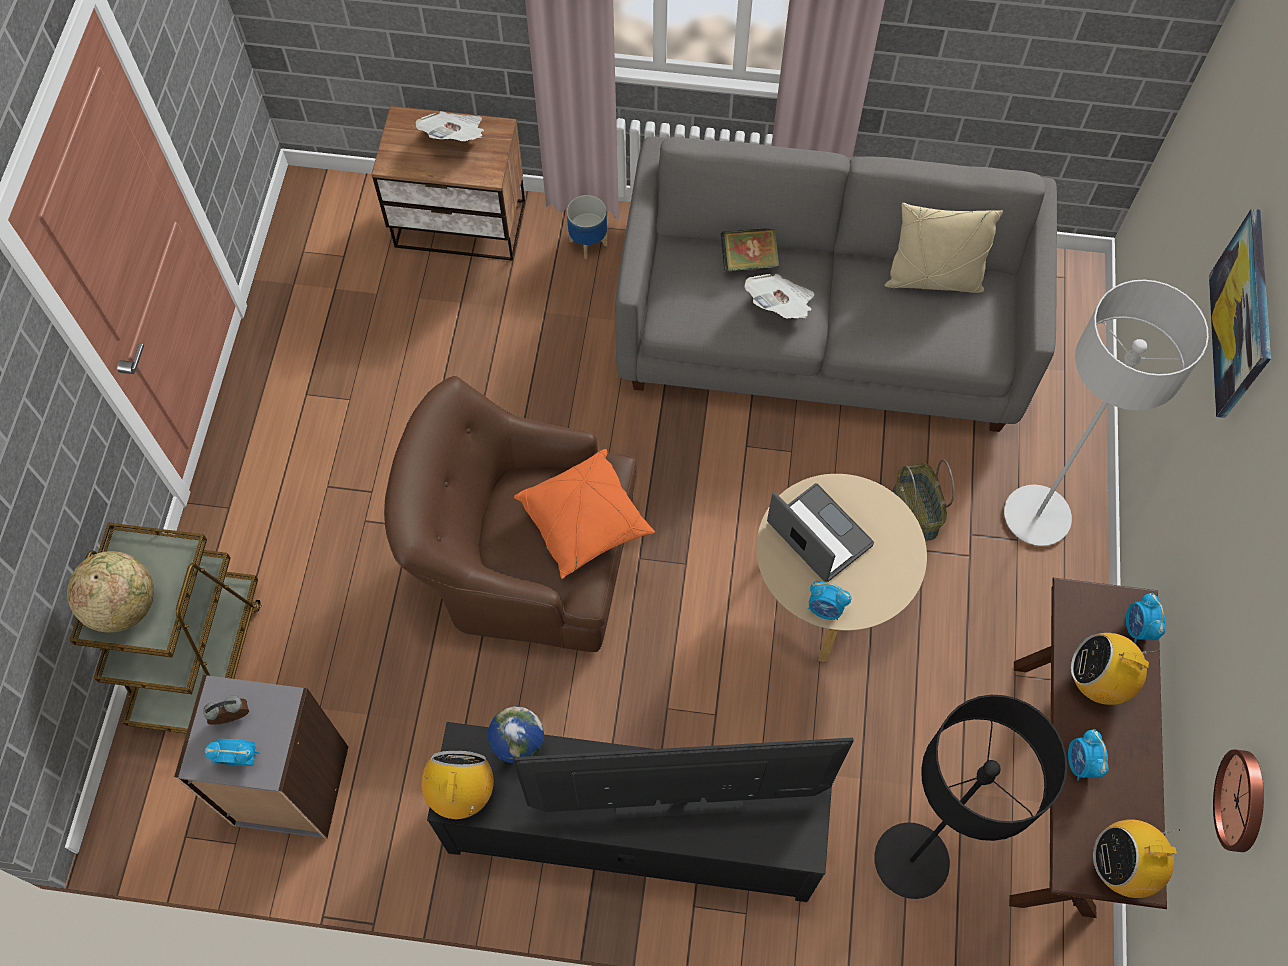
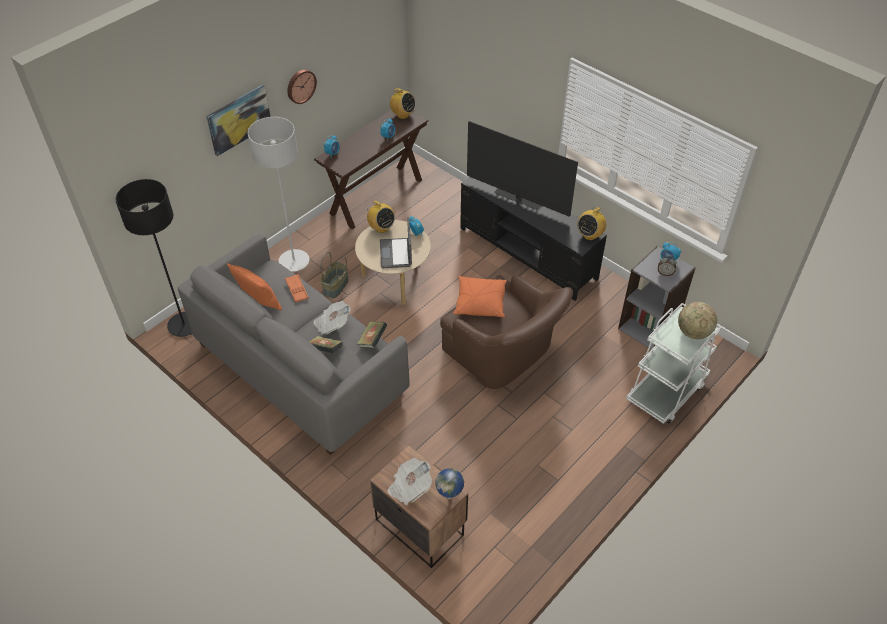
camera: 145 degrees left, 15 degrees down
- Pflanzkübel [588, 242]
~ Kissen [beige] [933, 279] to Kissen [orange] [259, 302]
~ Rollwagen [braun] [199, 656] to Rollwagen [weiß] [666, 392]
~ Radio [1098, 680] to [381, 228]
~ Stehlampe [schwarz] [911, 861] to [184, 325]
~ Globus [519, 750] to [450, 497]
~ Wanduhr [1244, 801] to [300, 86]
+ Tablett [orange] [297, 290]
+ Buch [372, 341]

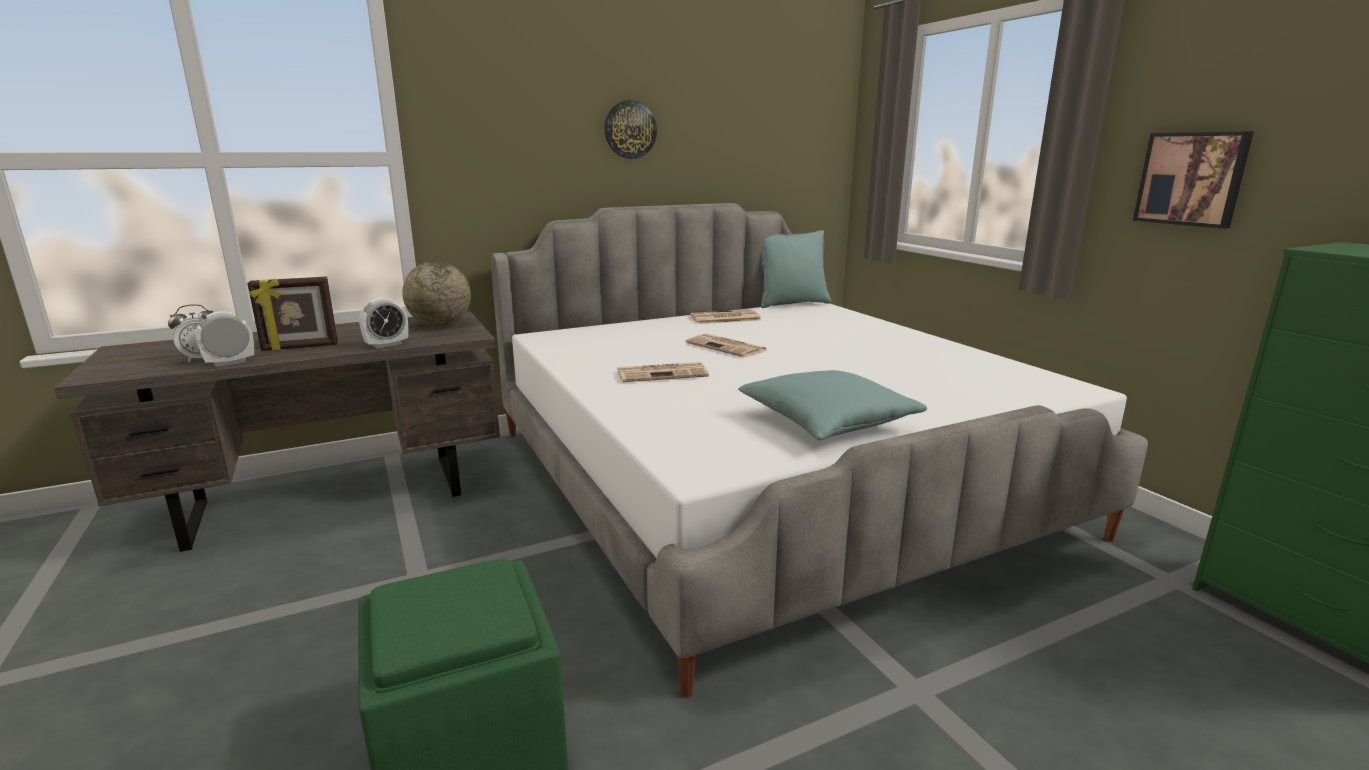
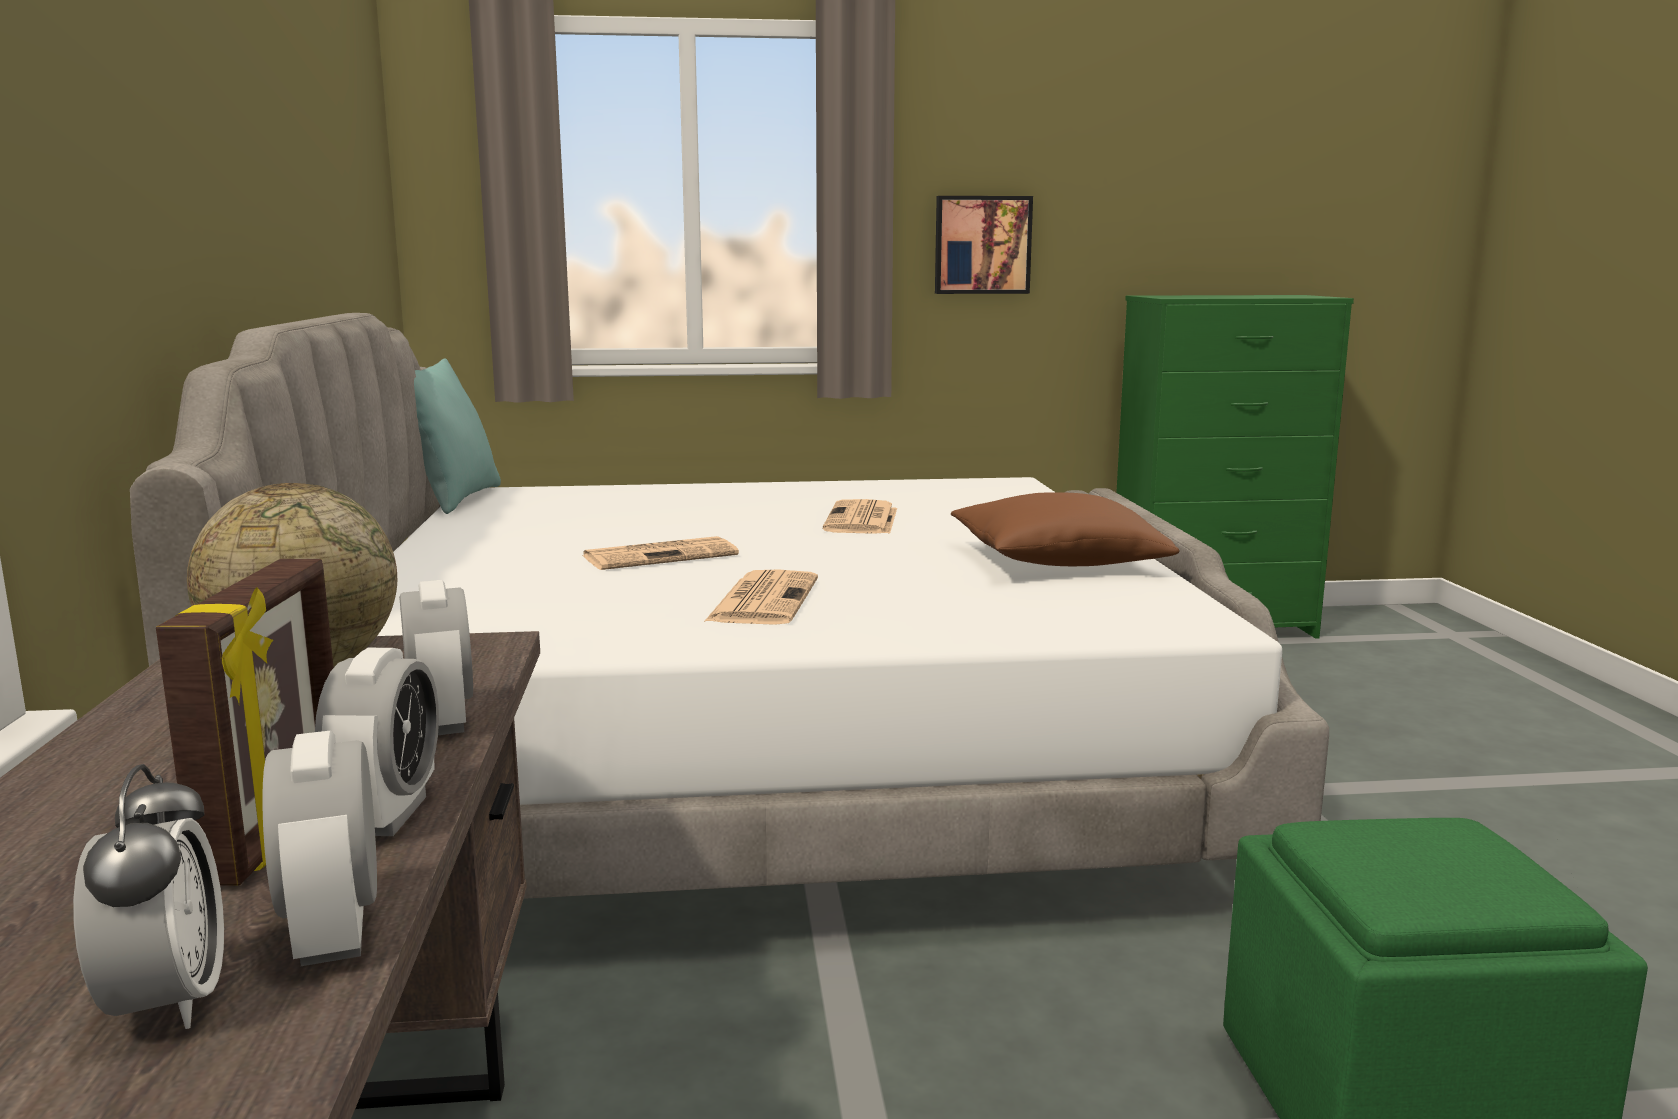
camera: 70 degrees left, 5 degrees down
- Wanduhr [630, 129]
~ Zeitung [724, 318] to [862, 520]
~ Kissen [türkis] [827, 422] to Kissen [braun] [1056, 561]
+ Wecker [387, 815]

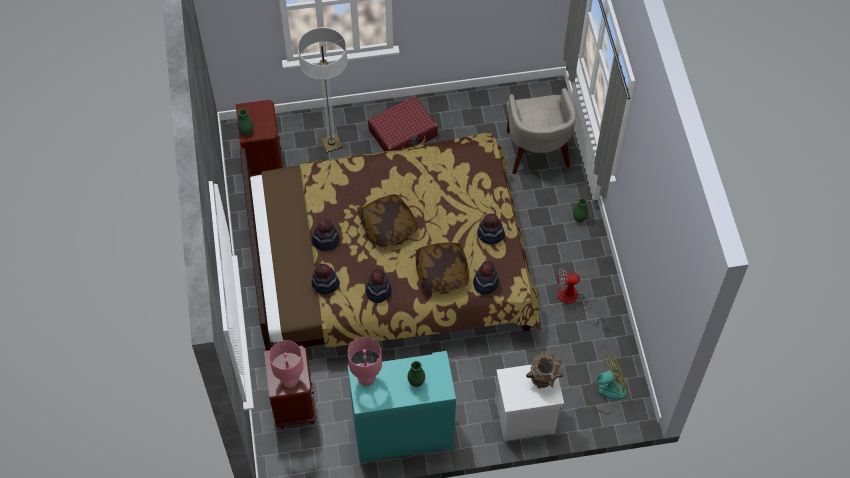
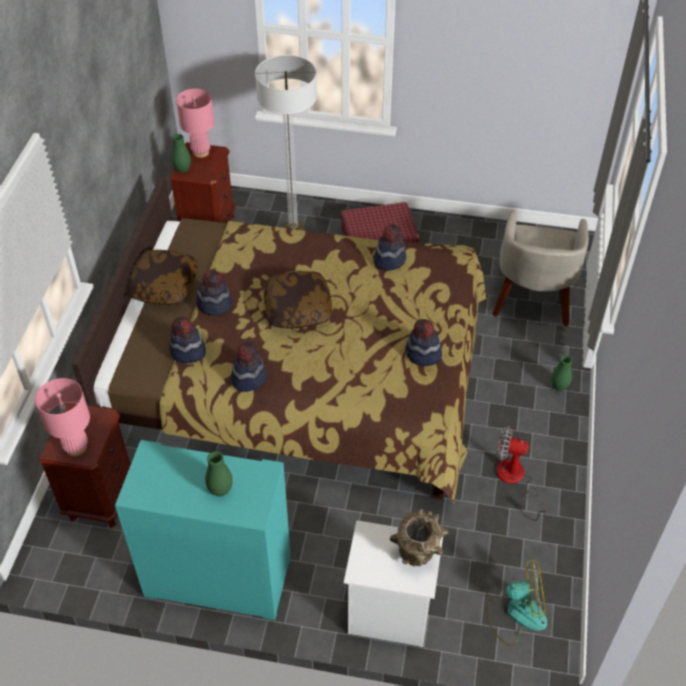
camera: 20 degrees right, 10 degrees down
~ Kissen [441, 272] to [163, 286]
~ Hut [485, 283] to [389, 259]
~ Tischlampe [rosa] [366, 379] to [200, 152]

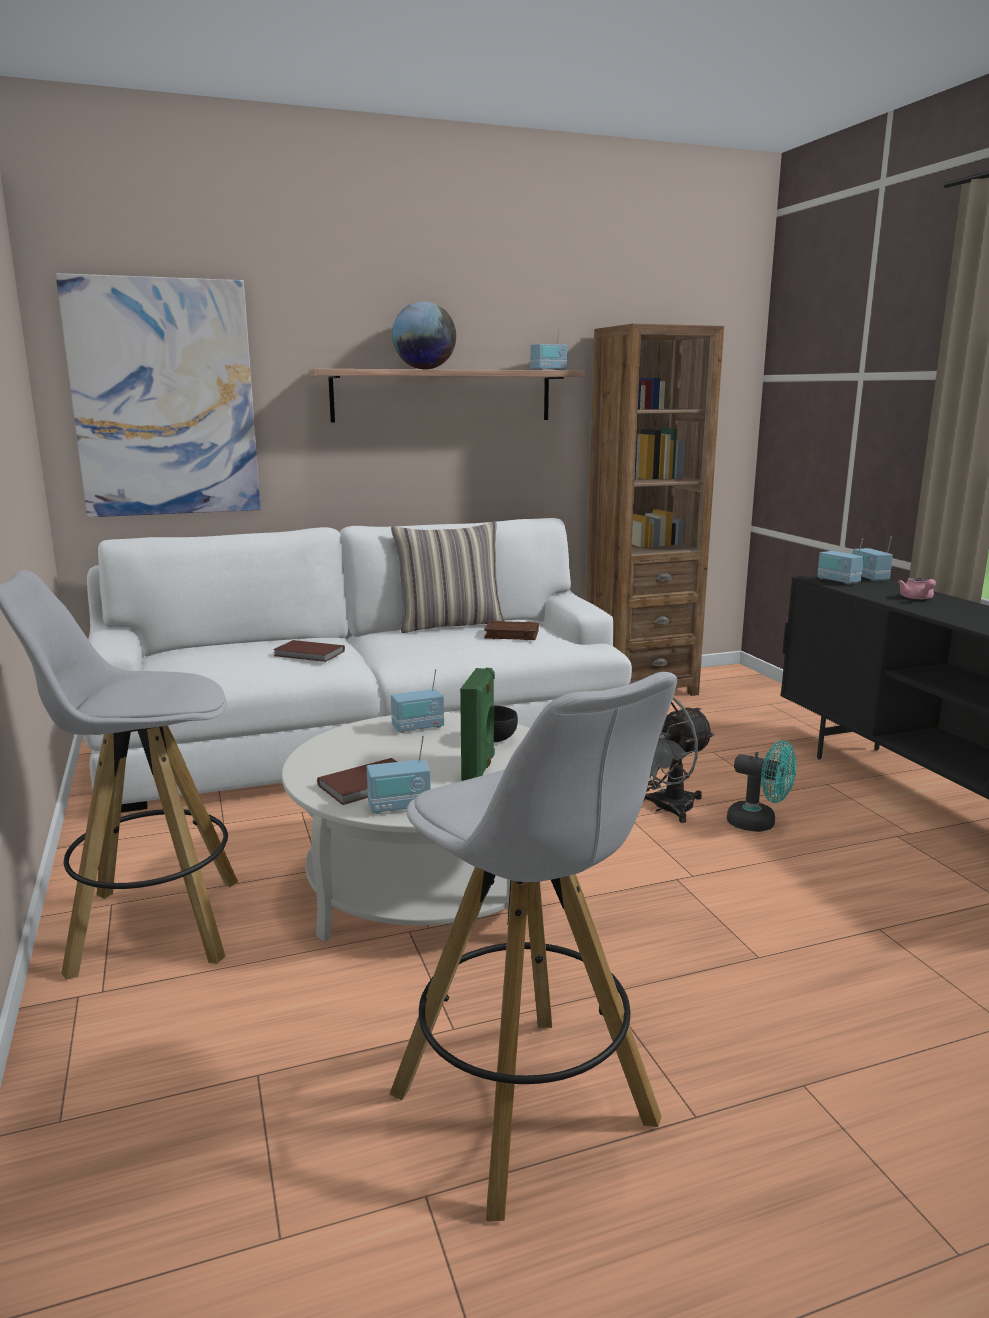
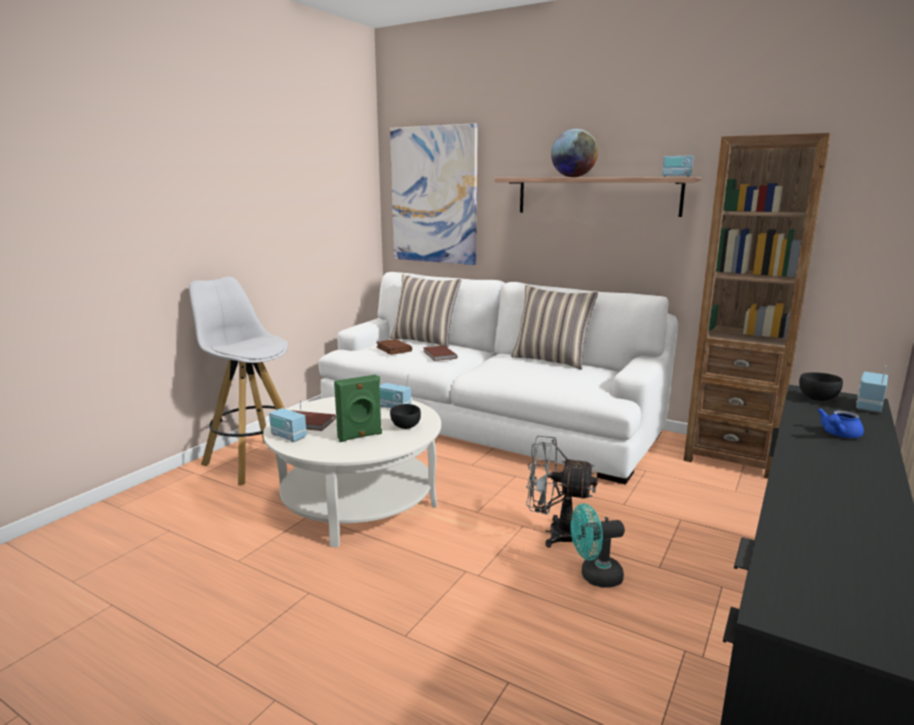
camera: 50 degrees right, 0 degrees up
~ Radio [838, 581] to Schüssel [schwarz] [818, 399]
~ Teekanne [rosa] [917, 598] to Teekanne [blau] [838, 434]
~ Buch [braun] [511, 635] to [393, 349]
- Hocker [weiß] [526, 1111]
~ Ventilator [türkis] [759, 824] = [594, 576] 90 degrees clockwise
+ Kissen [425, 340]

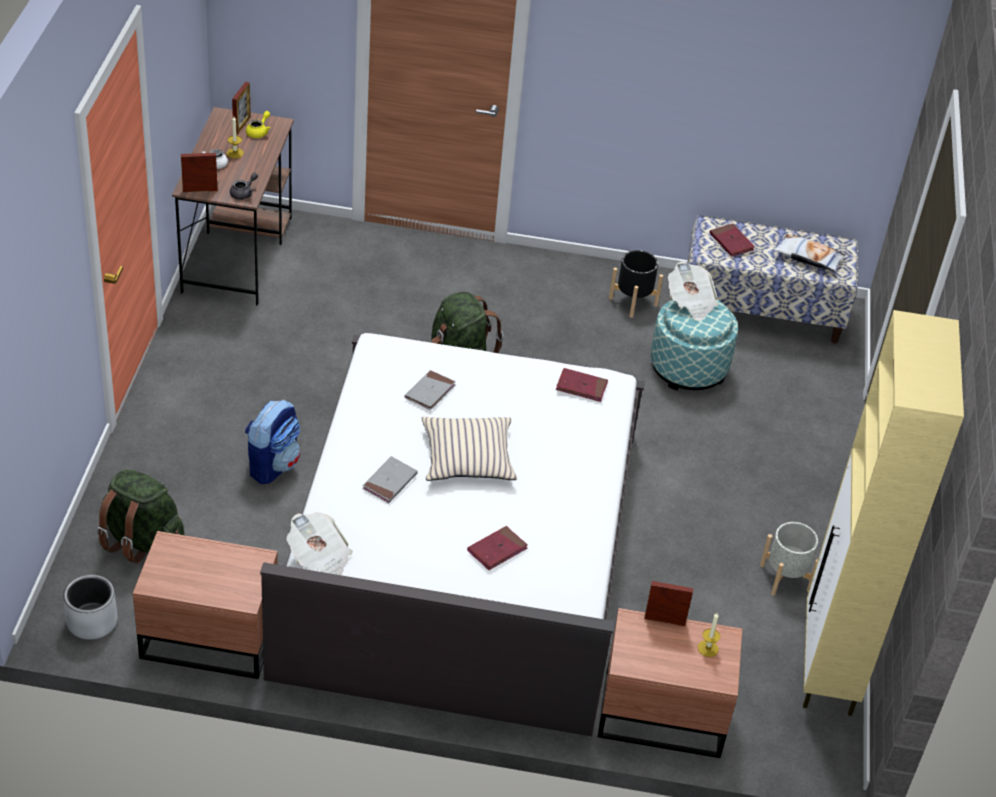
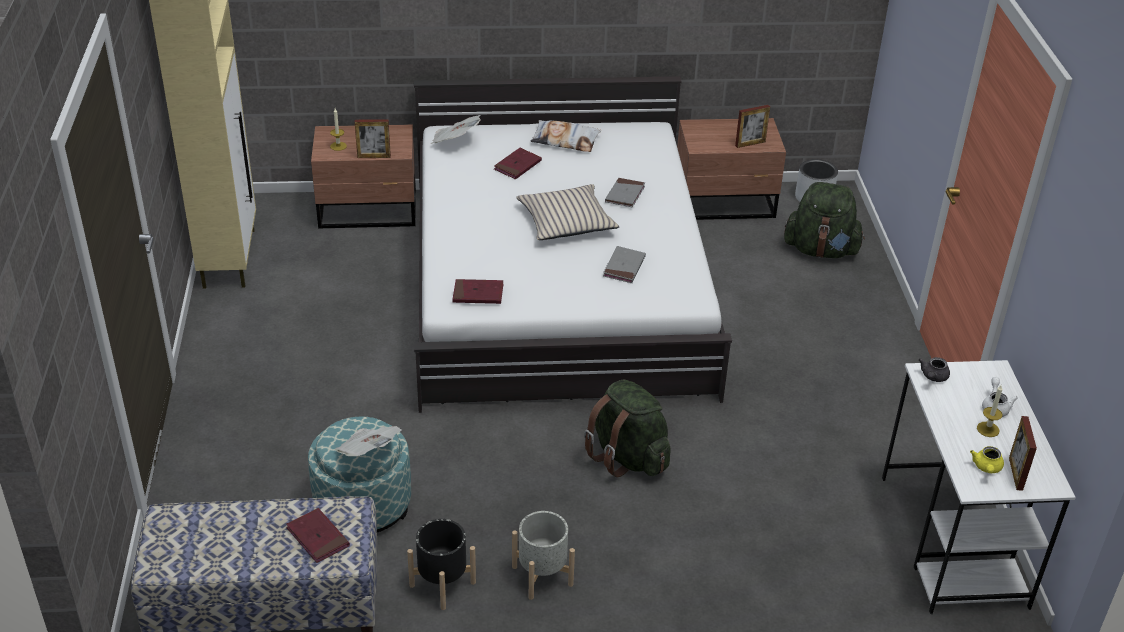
camera: 170 degrees right, 5 degrees down
~ Schreibtisch [braun] [238, 253] to Schreibtisch [weiß] [953, 541]
~ Bilderrahmen [200, 190] to [750, 144]
~ Kissen [808, 257] to [565, 140]
- Rucksack [273, 464]
~ Zeitung [319, 558] to [455, 141]
~ Pflanzkübel [grau] [785, 577] to [542, 576]

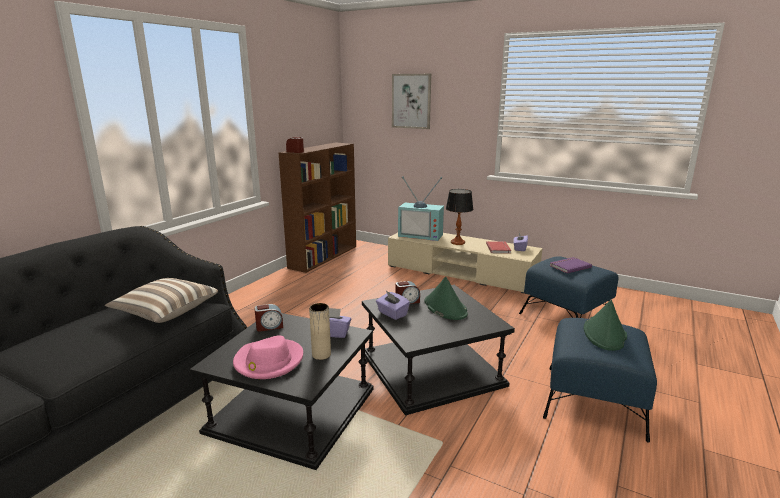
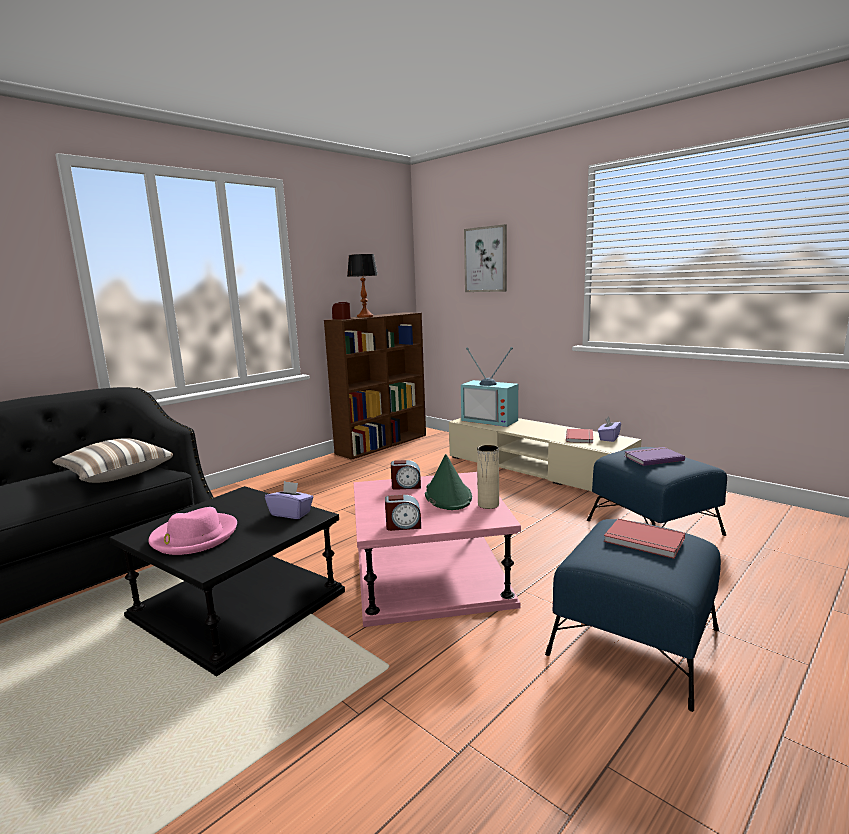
camera: 15 degrees right, 5 degrees down
~ Tischlampe [458, 242] to [365, 316]
~ Beistelltisch [schwarz] [431, 369] to Beistelltisch [rosa] [431, 576]
- Taschentuchbox [lila] [392, 314]
~ Hut [grün] [604, 334] to Buch [rot] [643, 541]
~ Vase [beige] [321, 355] to [488, 504]
~ Wecker [269, 327] to [403, 525]

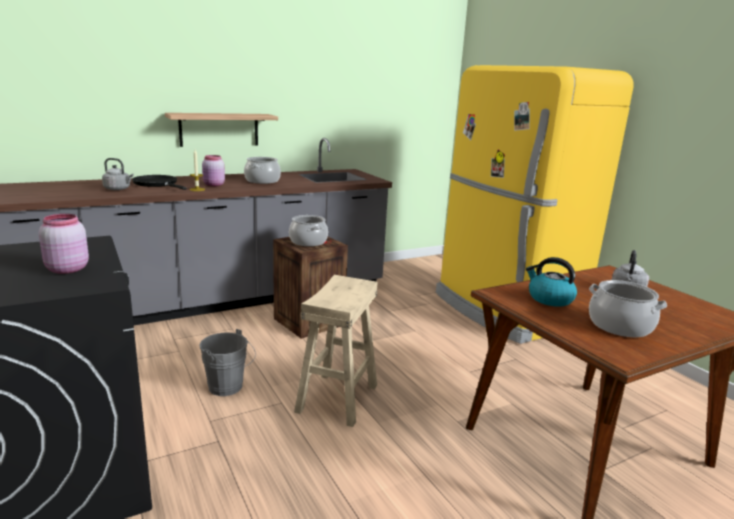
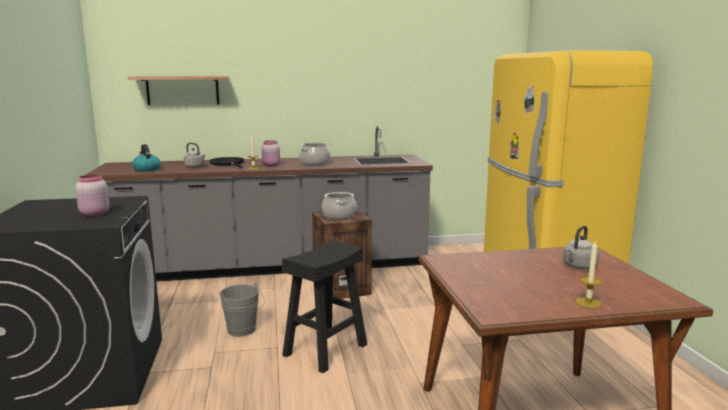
camera: 20 degrees right, 5 degrees down
~ Wandregal [219, 129] to [183, 90]
~ Wasserkessel [549, 299] to [146, 169]
~ Hocker [beige] [337, 397] to Hocker [schwarz] [325, 349]
- Kochtopf [620, 326]
+ Kerze [588, 302]

